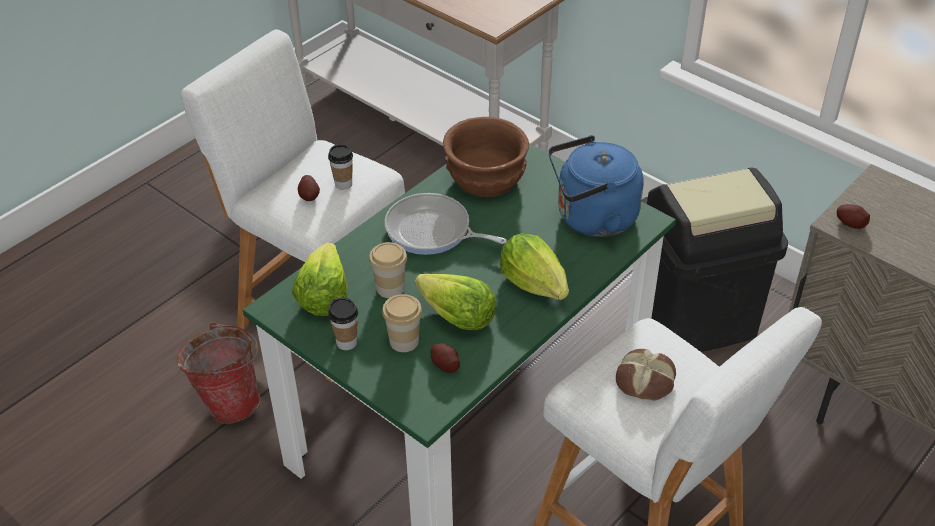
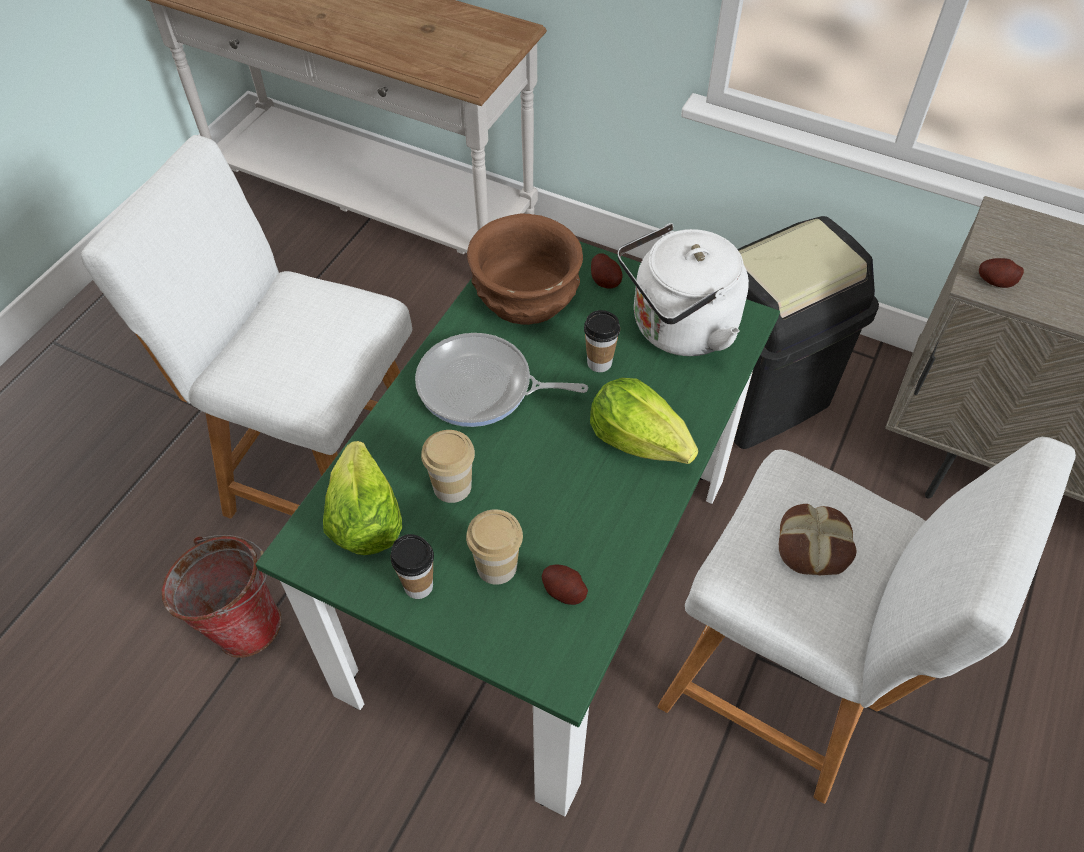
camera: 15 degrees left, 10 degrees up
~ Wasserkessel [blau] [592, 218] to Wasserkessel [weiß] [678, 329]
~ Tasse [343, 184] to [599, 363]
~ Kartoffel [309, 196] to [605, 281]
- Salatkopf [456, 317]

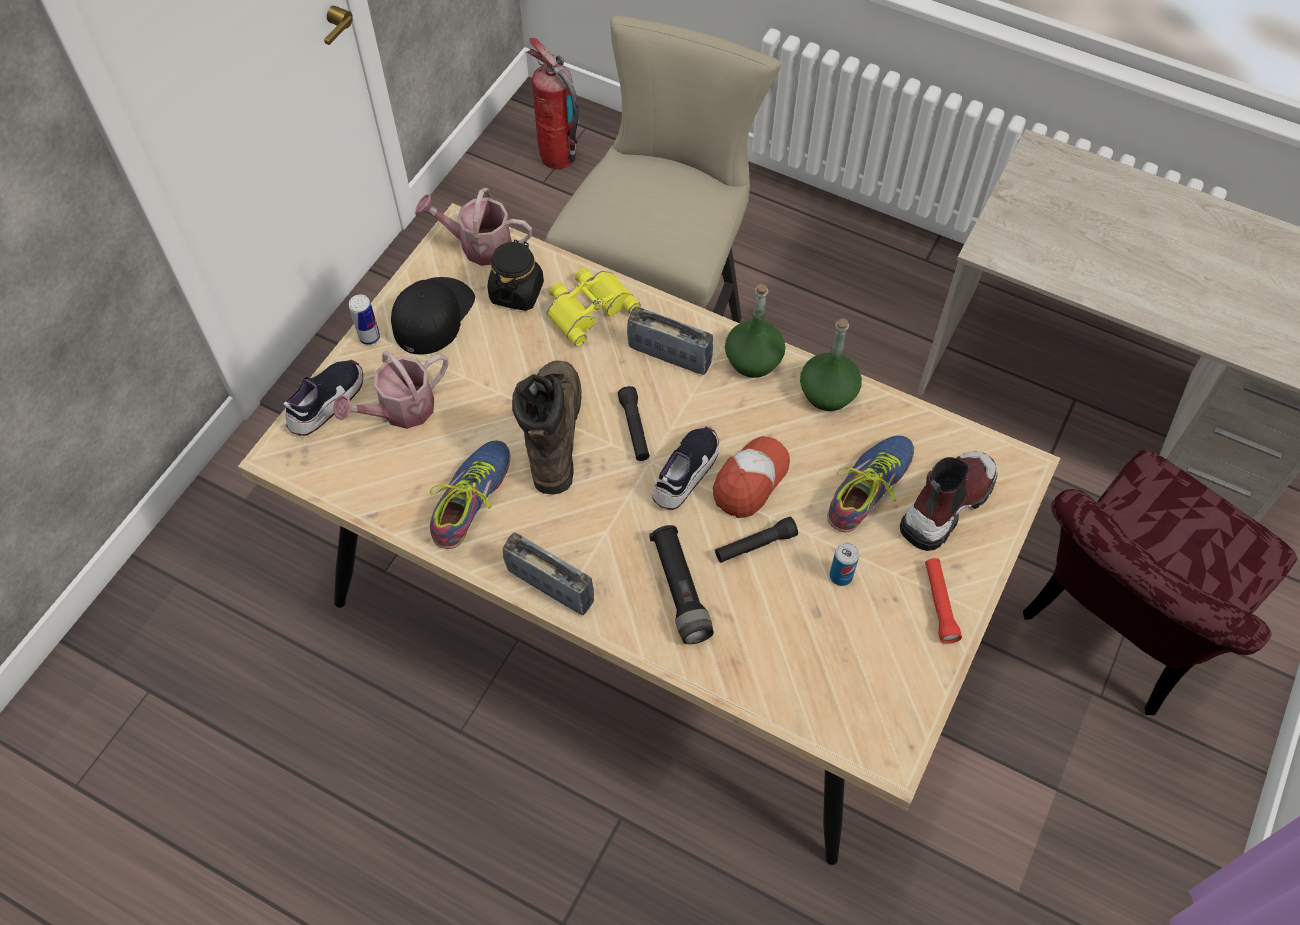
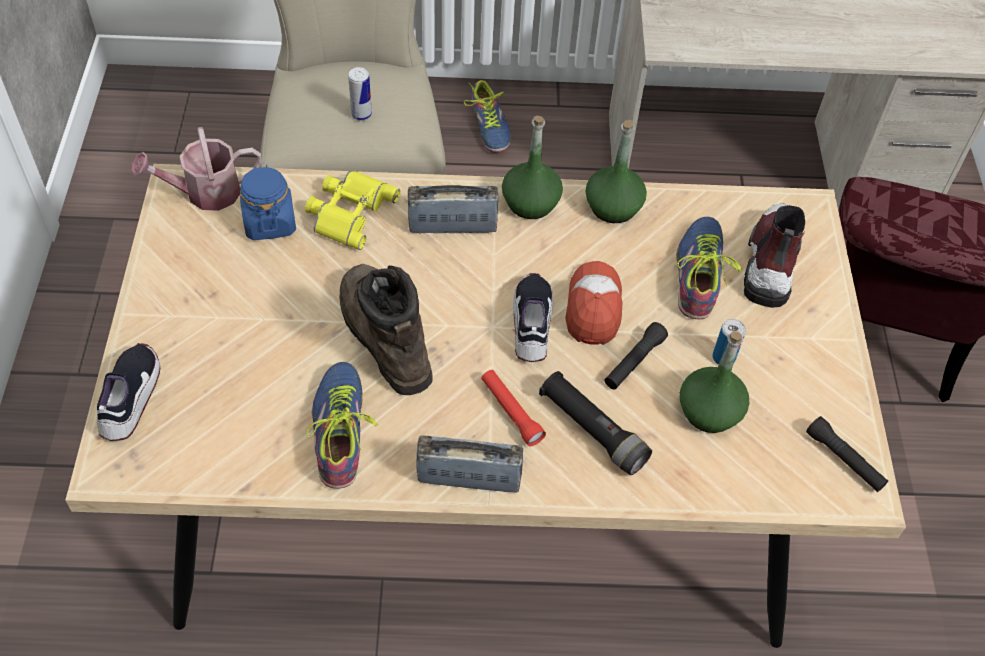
camera: 30 degrees left, 5 degrees down
- Feuerlöscher [558, 157]
~ Vorratsglas [schwarz] [517, 292] to Vorratsglas [blau] [269, 222]
- Kappe [schwarz] [433, 315]
~ Dose [369, 337] to [361, 115]
- Gießkanne [400, 411]
~ Taschenlampe [schwarz] [634, 429] to [844, 460]
~ Taschenlampe [rot] [939, 604] to [511, 412]
+ Schuh [490, 126]
+ Flasche [grün] [709, 411]

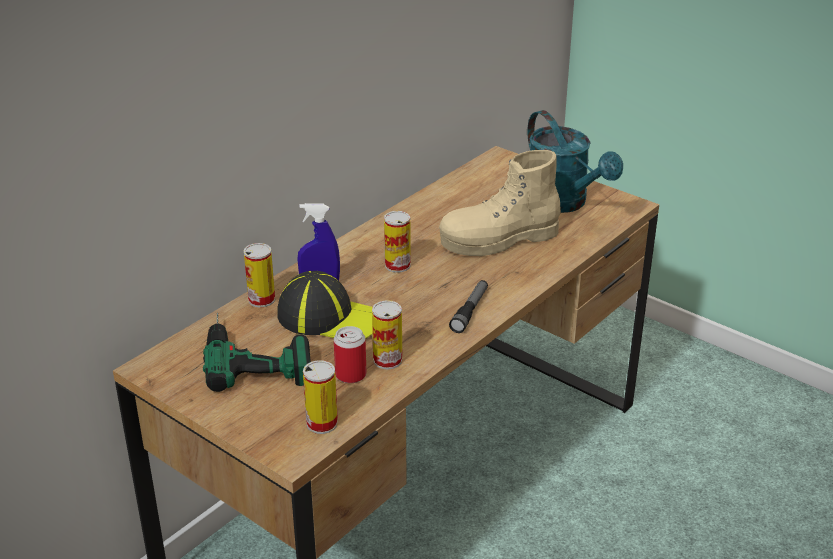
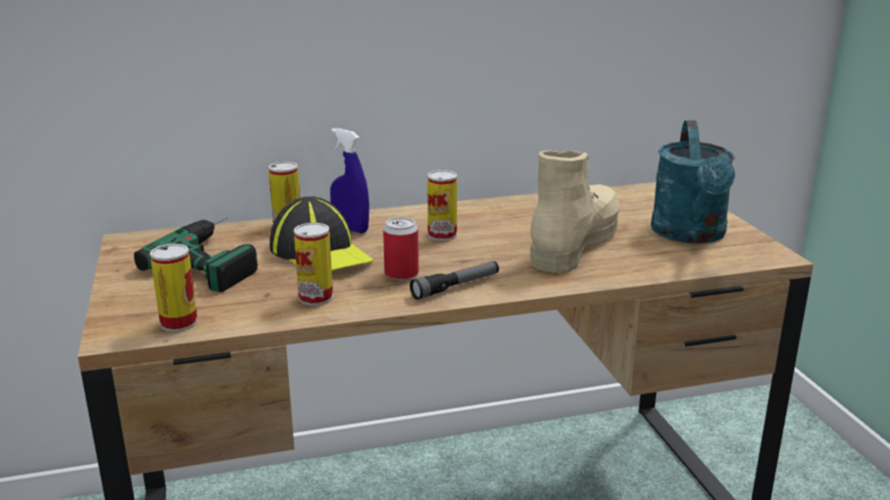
camera: 35 degrees right, 10 degrees down
~ Stiefel [beige] [499, 240] = [574, 244] 105 degrees clockwise
~ Dose [350, 375] to [401, 274]

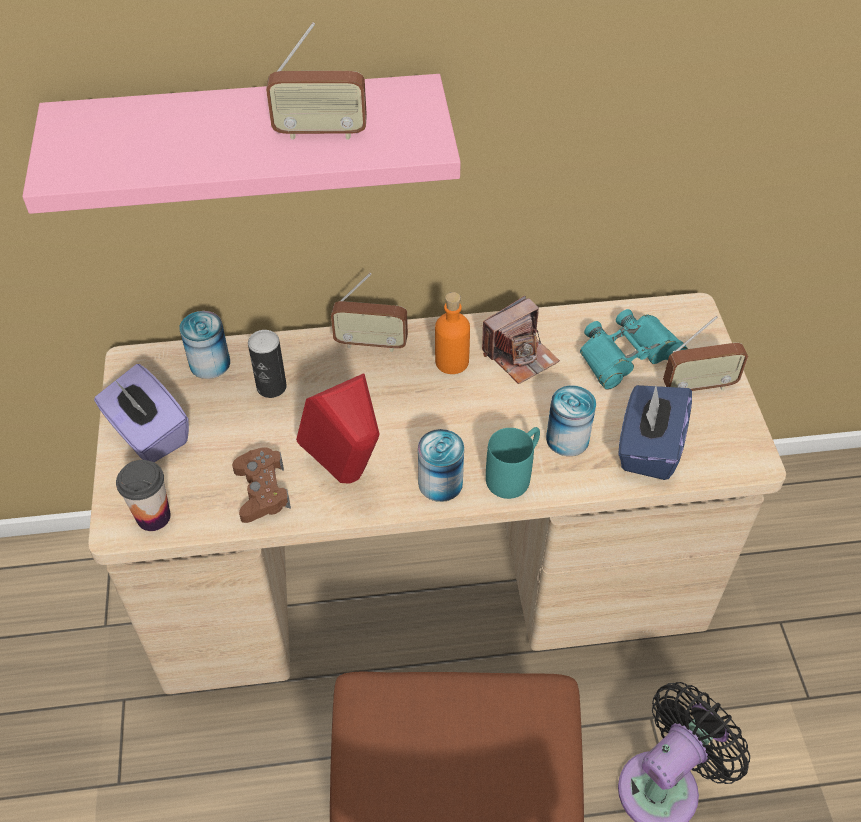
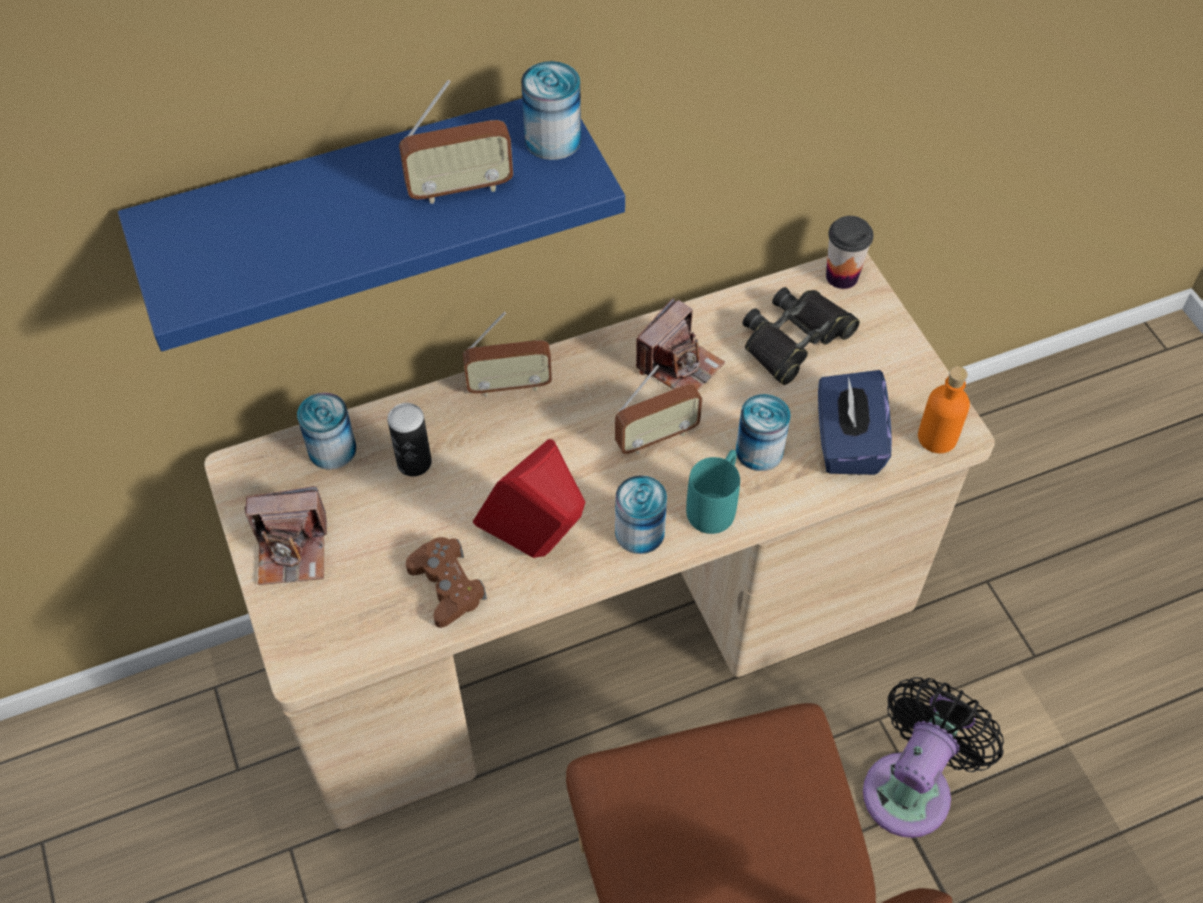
camera: 15 degrees left, 5 degrees up
~ Wandregal [rosa] [251, 141] to Wandregal [blau] [358, 199]
~ Flasche [orange] [451, 362] to [937, 437]
~ Fernglas [türkis] [627, 355] to Fernglas [schwarz] [794, 339]
~ Radio [698, 386] to [656, 437]
~ Taschentuchbox [lila] [148, 434] to Kamera [292, 550]
~ Tasse [153, 517] to [842, 276]
+ Dose [552, 139]

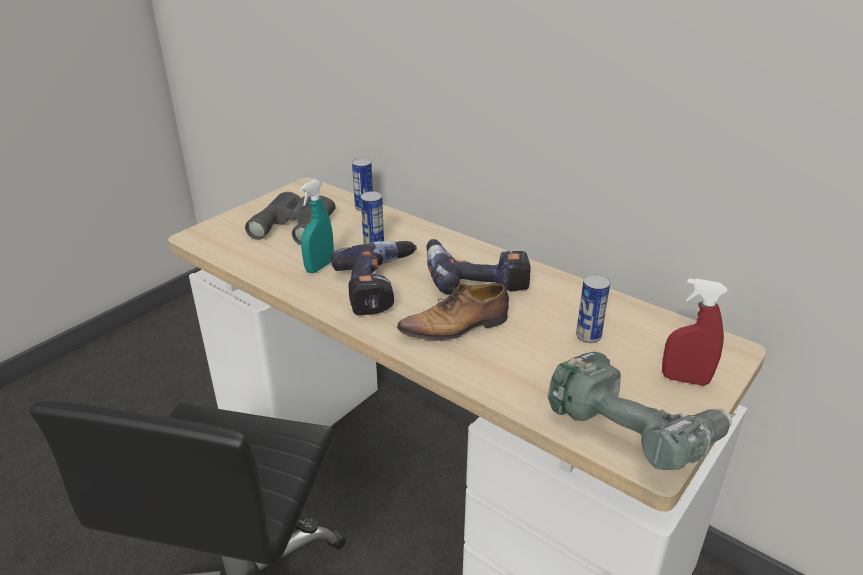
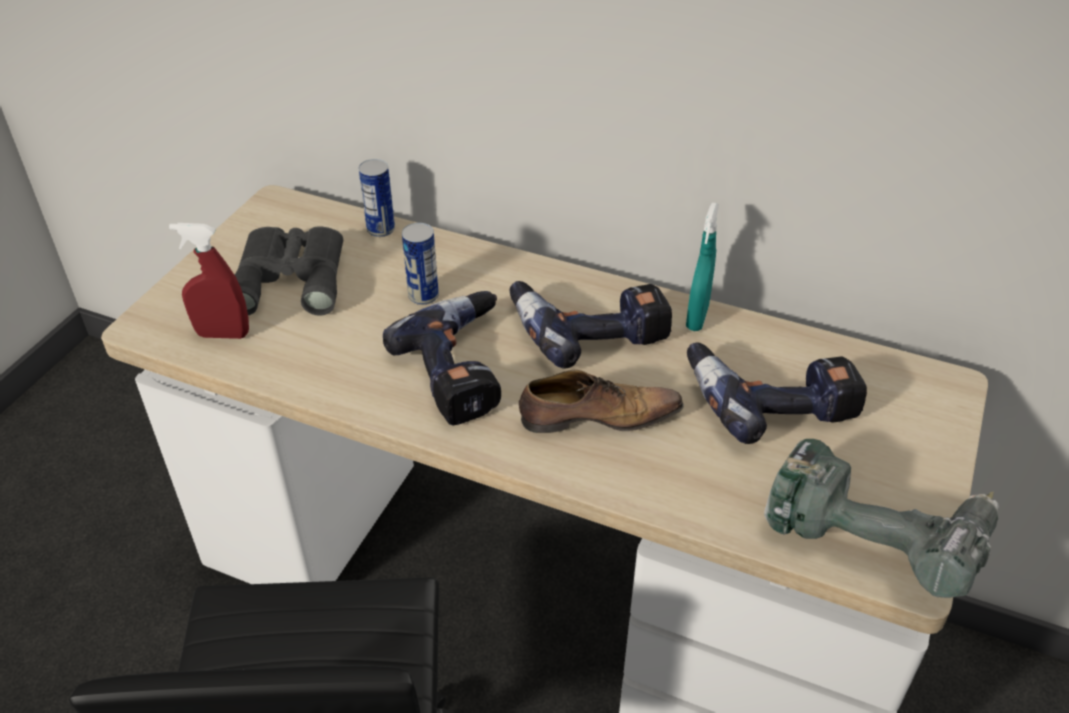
camera: 15 degrees left, 10 degrees up
~ Sprühflasche [türkis] [319, 267] to [697, 317]
~ Dose [588, 336] to Bohrmaschine [770, 399]
~ Sprühflasche [rot] [685, 379] to [223, 334]
~ Schuh [457, 327] = [596, 417] 150 degrees counterclockwise

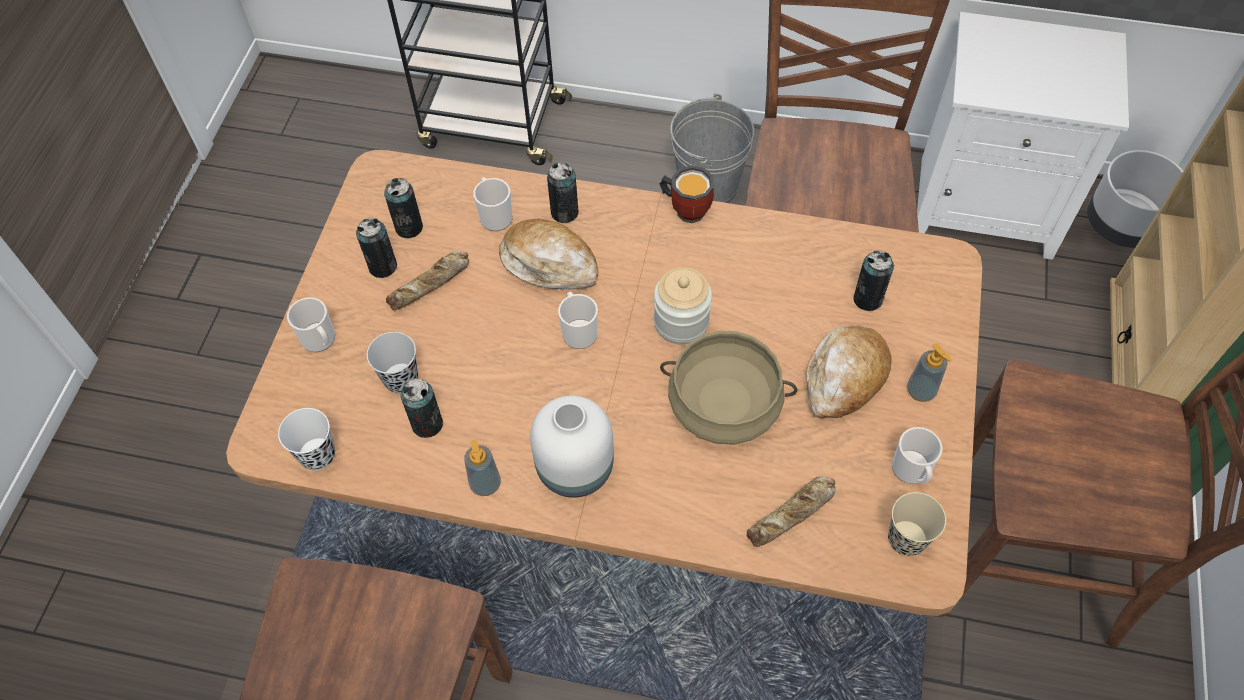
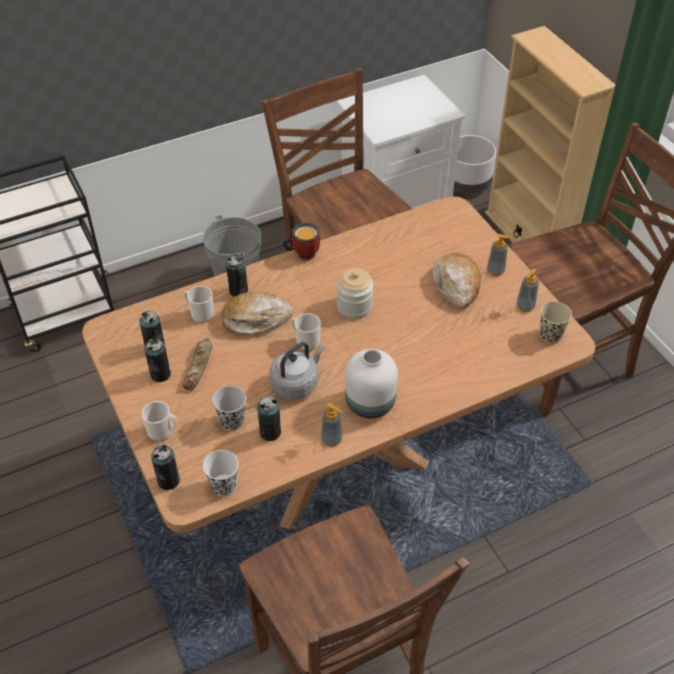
camera: 40 degrees left, 10 degrees down
~ Dose [867, 299] to [168, 481]
- Kochtopf [beige] [724, 404]
~ Henkelbecher [912, 471] to Seifenspender [525, 306]
- Brot [792, 514]
+ Wasserkessel [grau] [296, 384]

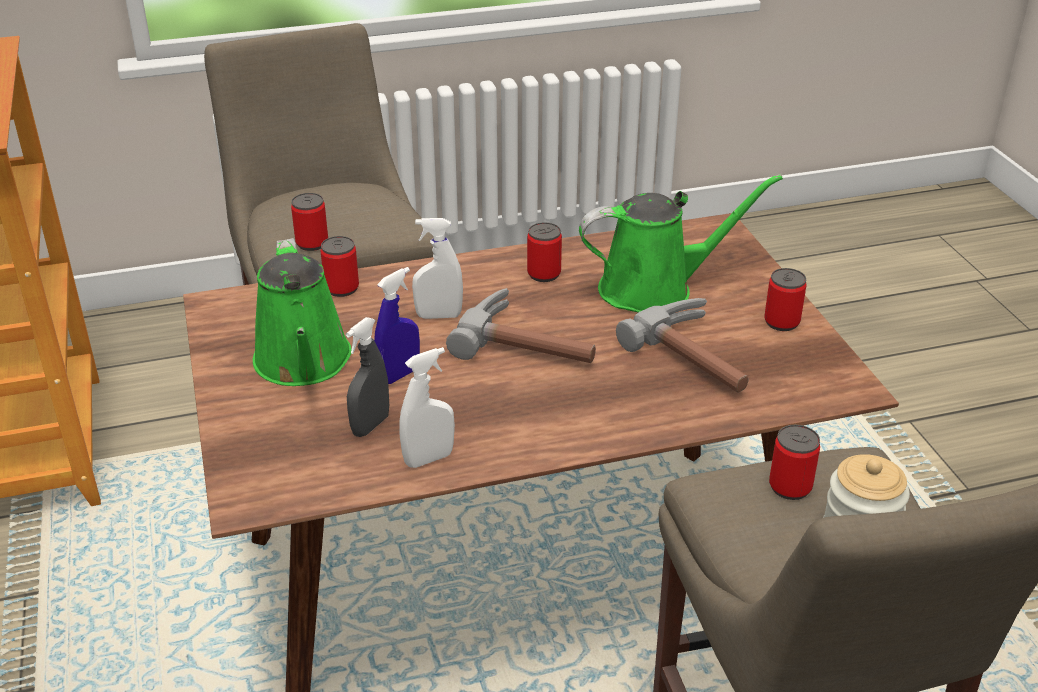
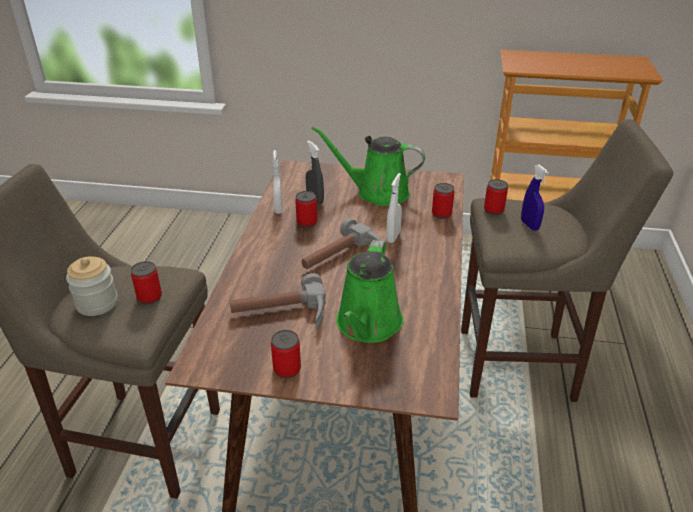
camera: 115 degrees right, 0 degrees up
~ Dose [544, 274] to [307, 222]
~ Sprühflasche [blau] [399, 375] to [529, 225]

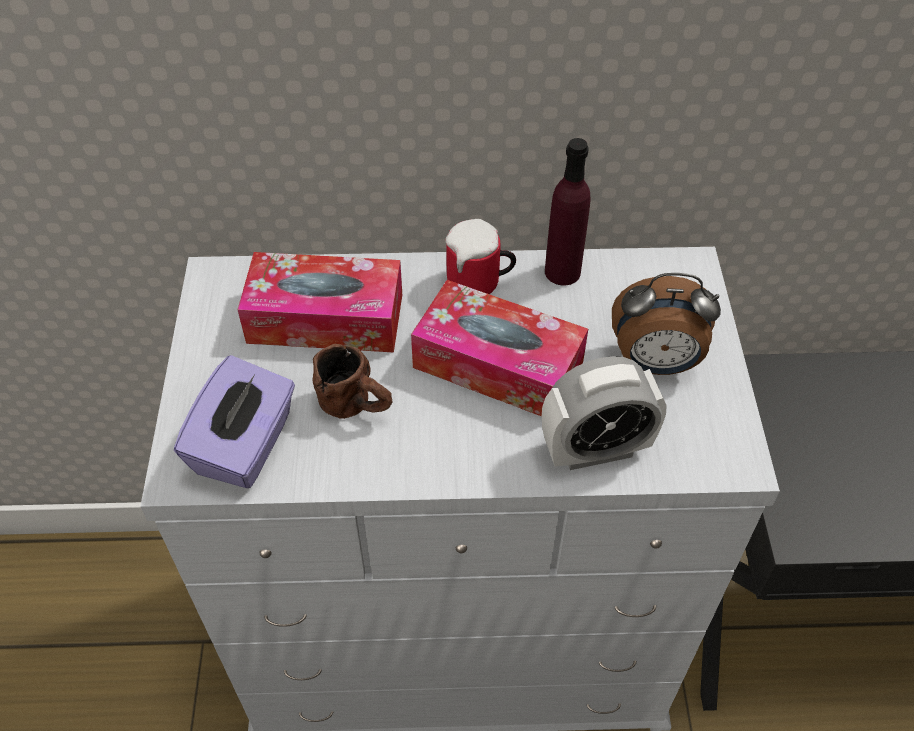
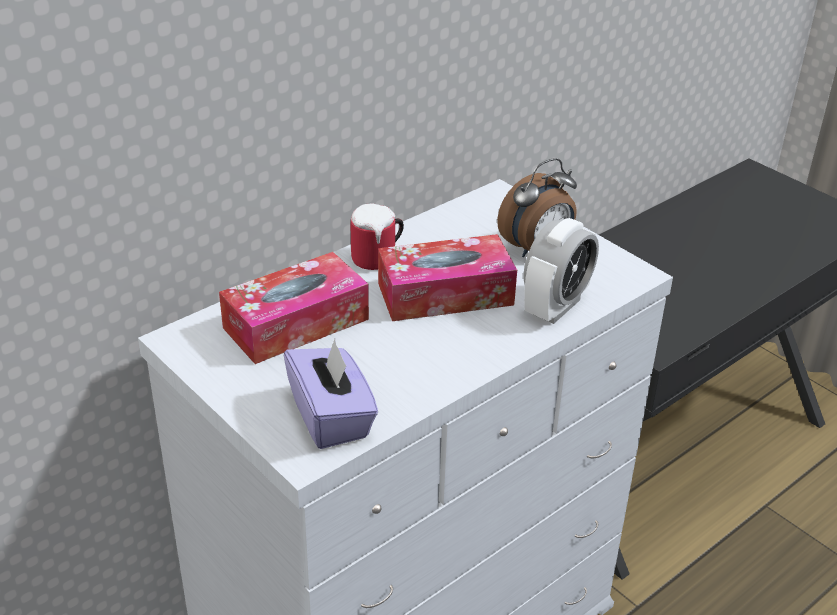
camera: 40 degrees left, 15 degrees down
- Flasche [lila] [562, 272]
- Henkelbecher [braun] [357, 406]

